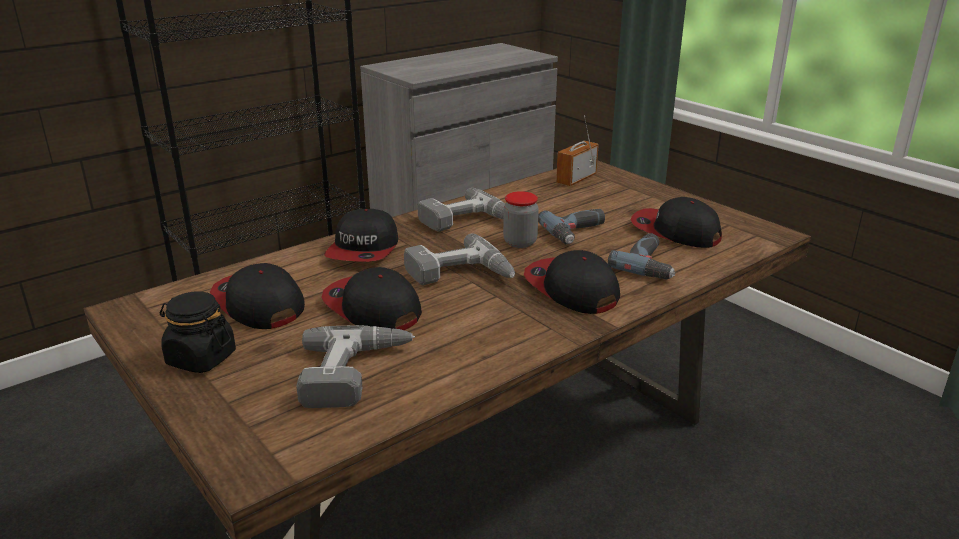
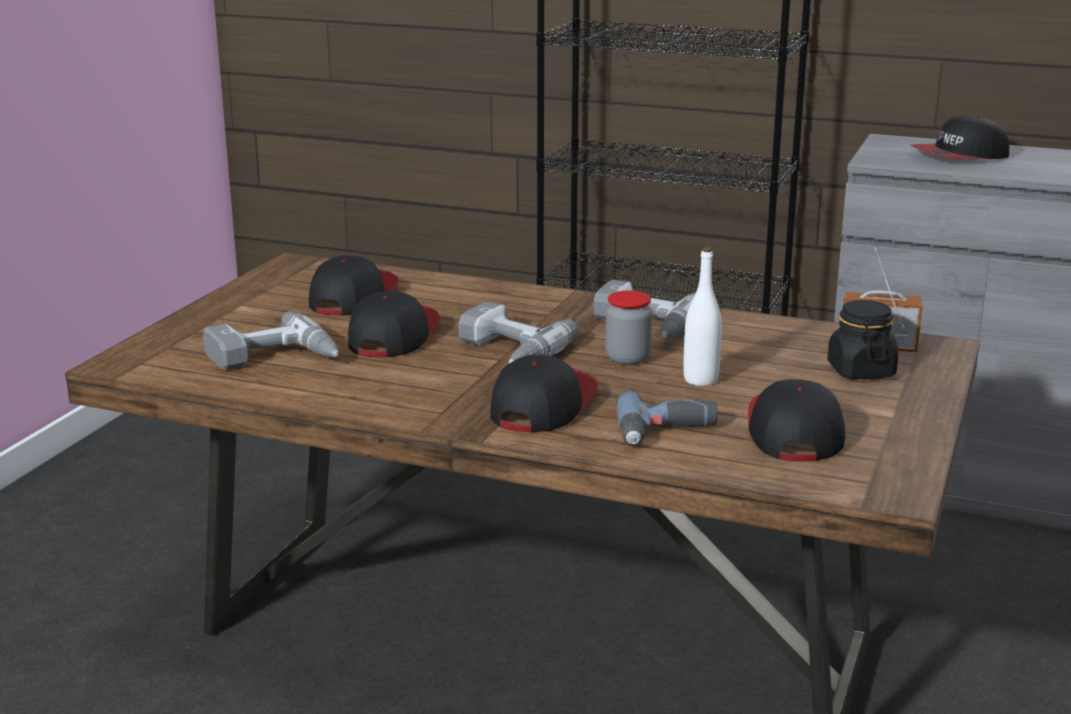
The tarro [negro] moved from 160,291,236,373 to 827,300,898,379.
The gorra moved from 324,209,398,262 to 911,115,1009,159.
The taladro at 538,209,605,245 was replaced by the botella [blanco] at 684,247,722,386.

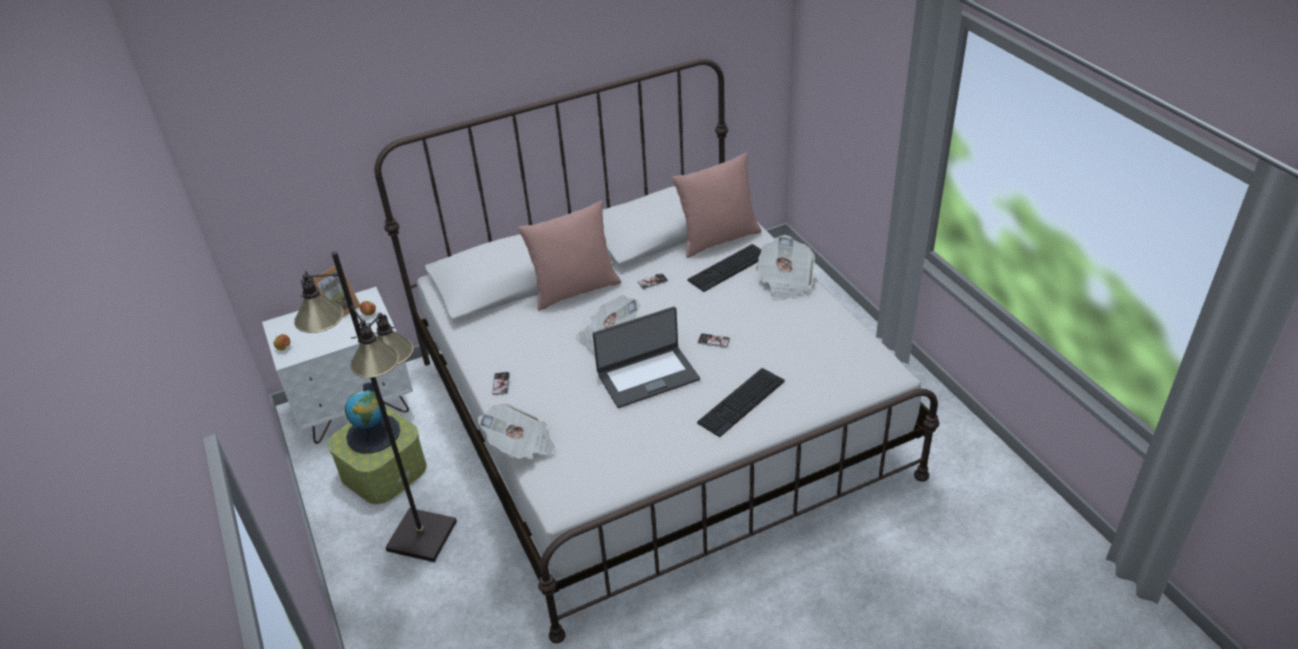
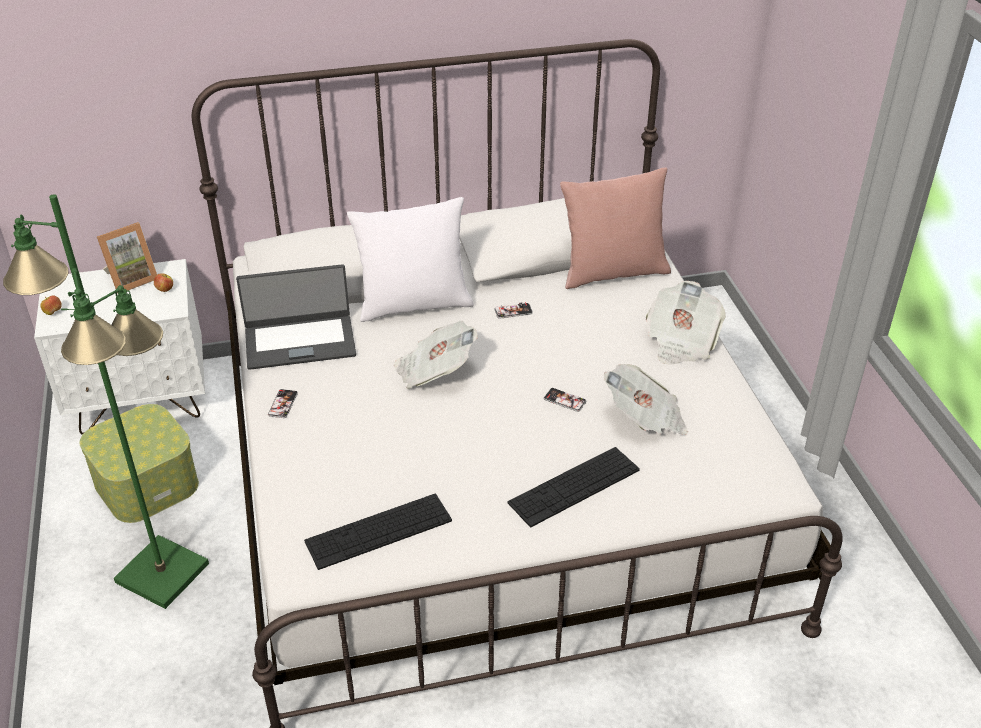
The globo terráqueo at 345,382,400,453 disappeared.
The periódico moved from 478,404,557,459 to 604,364,688,435.
The portátil moved from 593,306,700,408 to 236,264,356,370.
The teclado moved from 687,244,762,292 to 304,494,452,570.
The lámpara de pie [negro] at 294,251,457,562 became the lámpara de pie [verde] at 3,194,209,609.
The cojín [rosa] at 517,201,621,311 became the cojín [blanco] at 347,197,474,322.

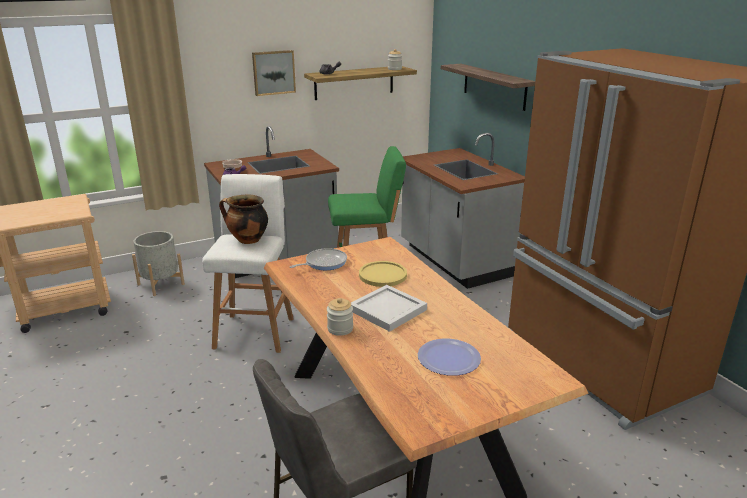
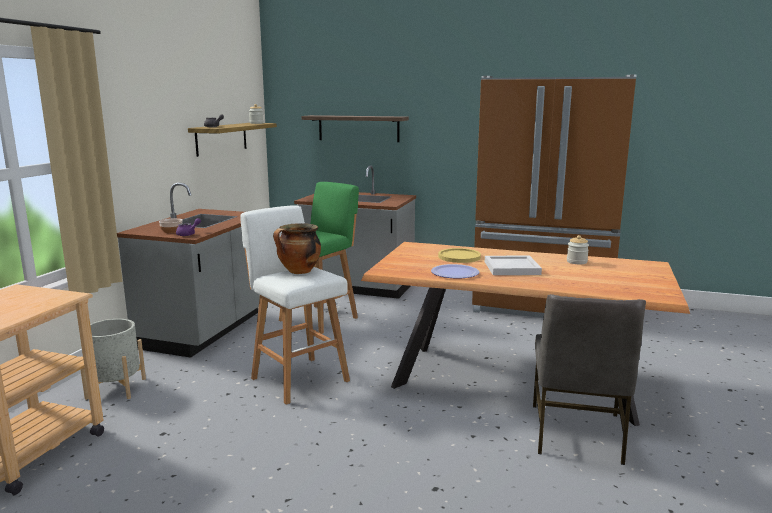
The cuadro at 252,50,296,96 disappeared.
The sartén at 290,248,347,270 disappeared.
The tarro moved from 327,298,353,336 to 567,235,589,264.
The plato moved from 418,339,481,376 to 431,264,479,278.

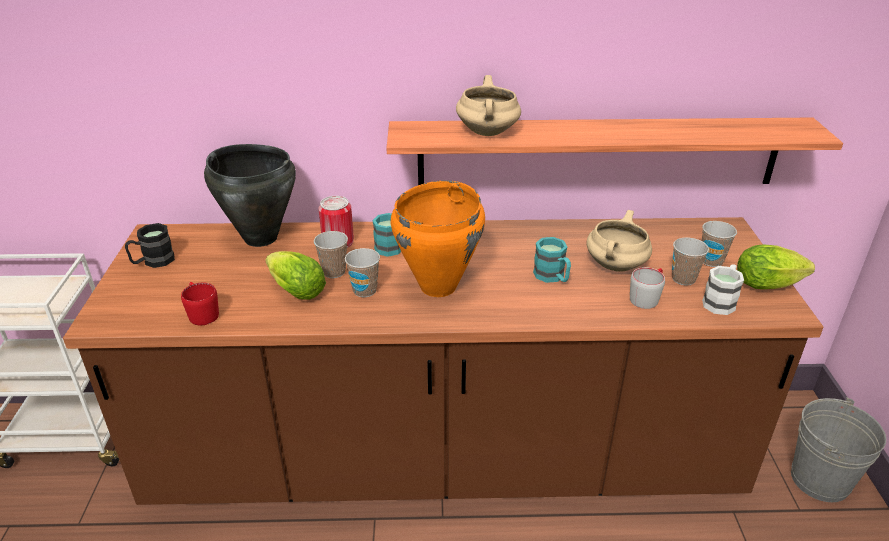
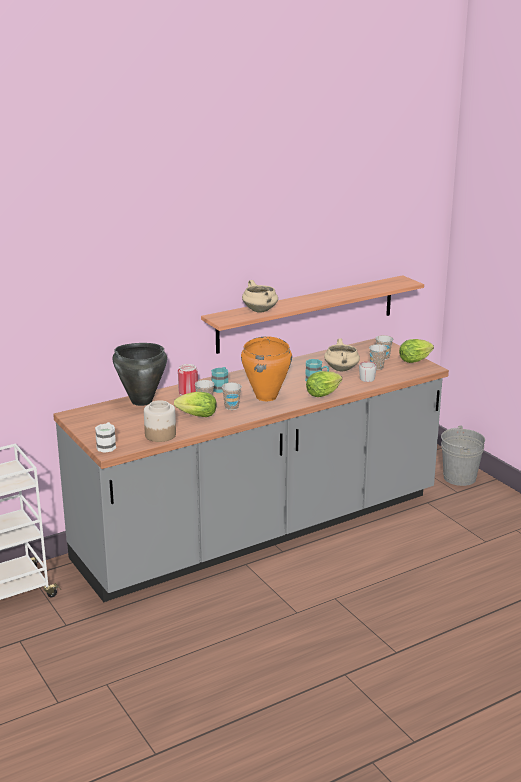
The taza grande [negro] at 125,223,175,268 disappeared.
The lechuga at 306,371,342,397 appeared.
The taza grande [blanco] moved from 702,264,744,315 to 95,422,116,453.
The taza grande [rojo] at 181,282,219,325 was replaced by the tarro at 144,400,176,442.
The mueble bajo de cocina [marrón] at 63,217,824,505 became the mueble bajo de cocina [gris] at 53,338,449,602.

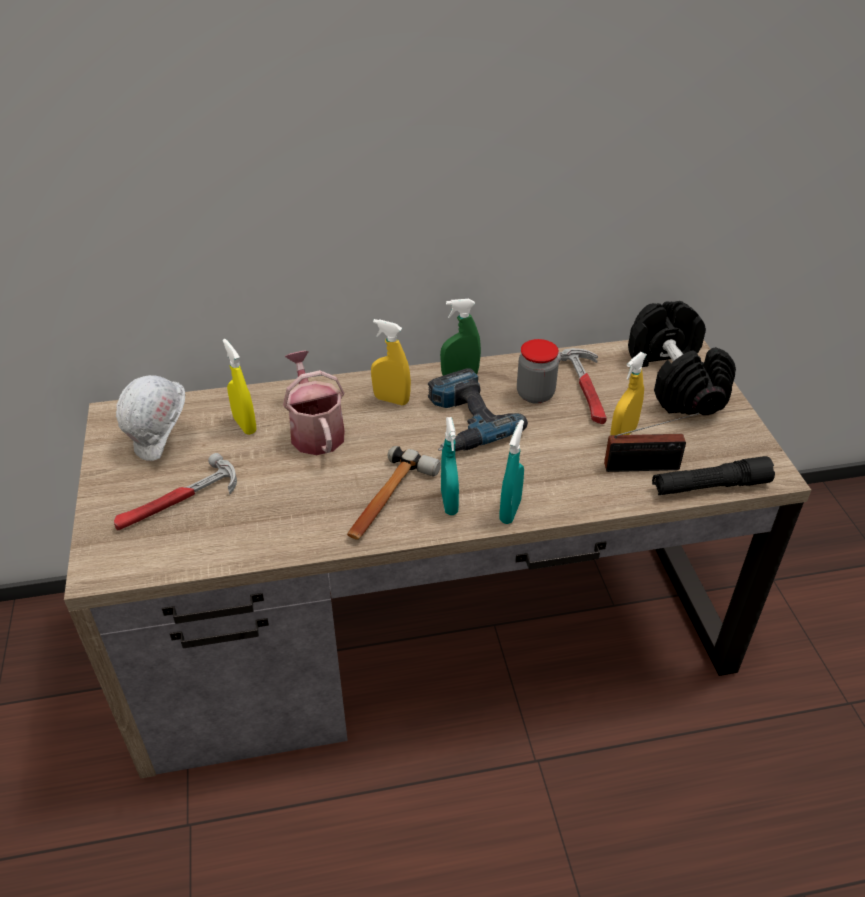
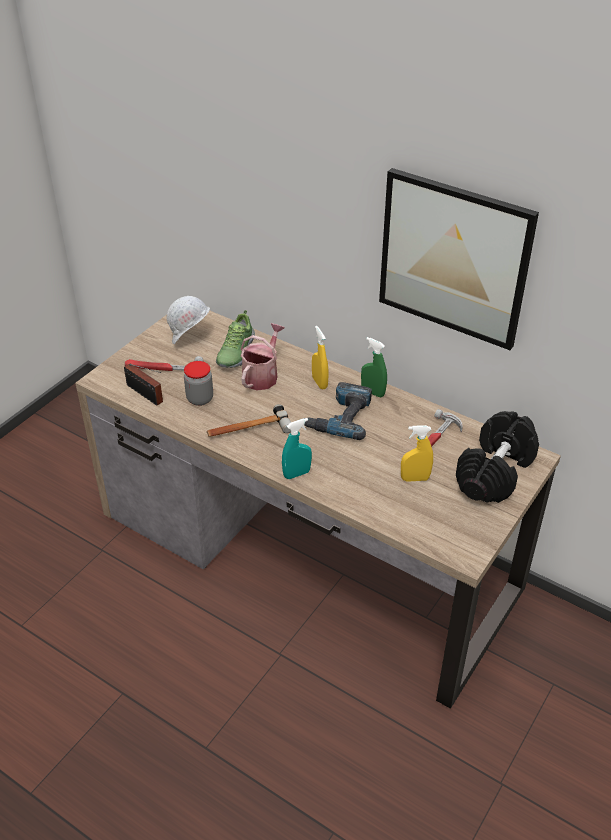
The pulverizador [turquesa] at 441,417,459,515 disappeared.
The linterna [negro] at 652,456,775,495 disappeared.
The cuadro at 379,168,539,350 appeared.
The tarro moved from 517,339,559,404 to 184,361,213,406.
The radio moved from 604,413,699,472 to 124,363,163,406.
The pulverizador [amarillo] at 222,339,256,435 was replaced by the zapato at 216,310,255,368.

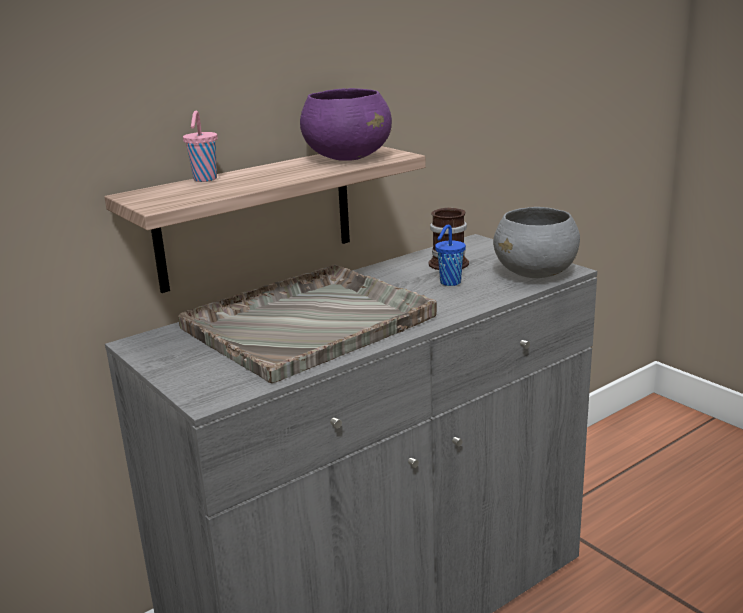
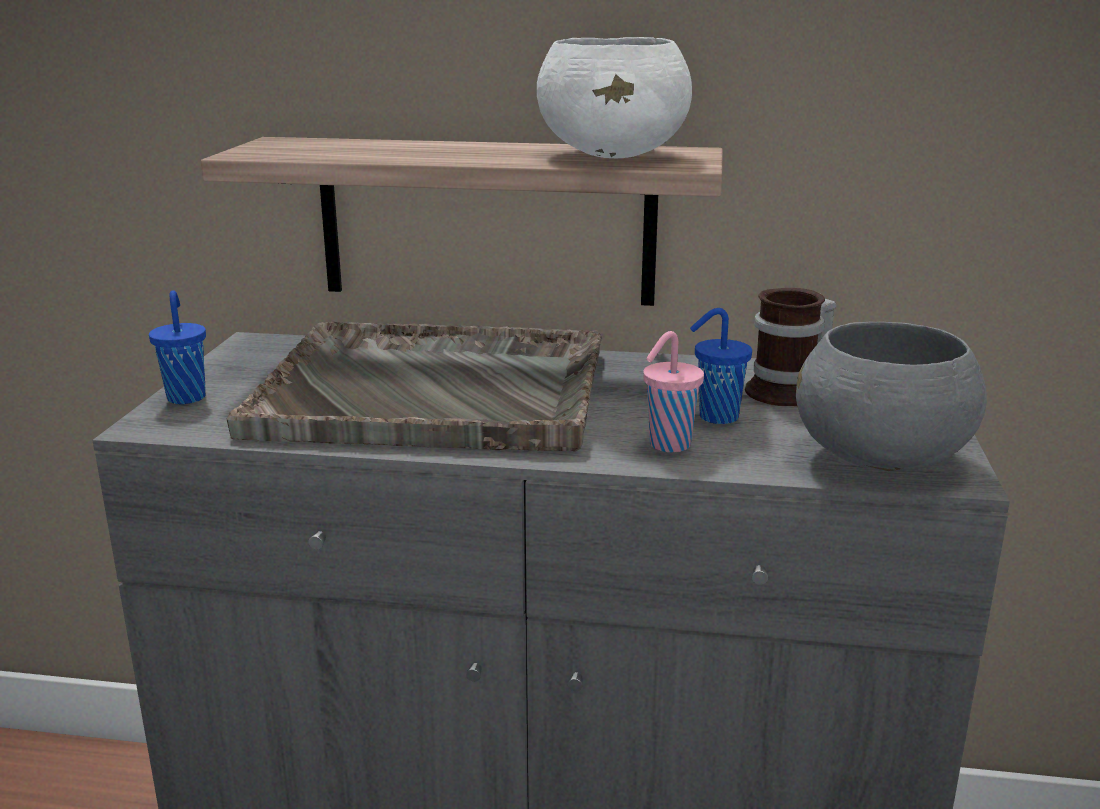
The taza [azul] at 149,290,206,404 appeared.
The taza [rosa] moved from 183,111,218,182 to 643,331,704,453.
The cuenco [morado] at 300,88,392,161 became the cuenco [blanco] at 537,37,692,158.

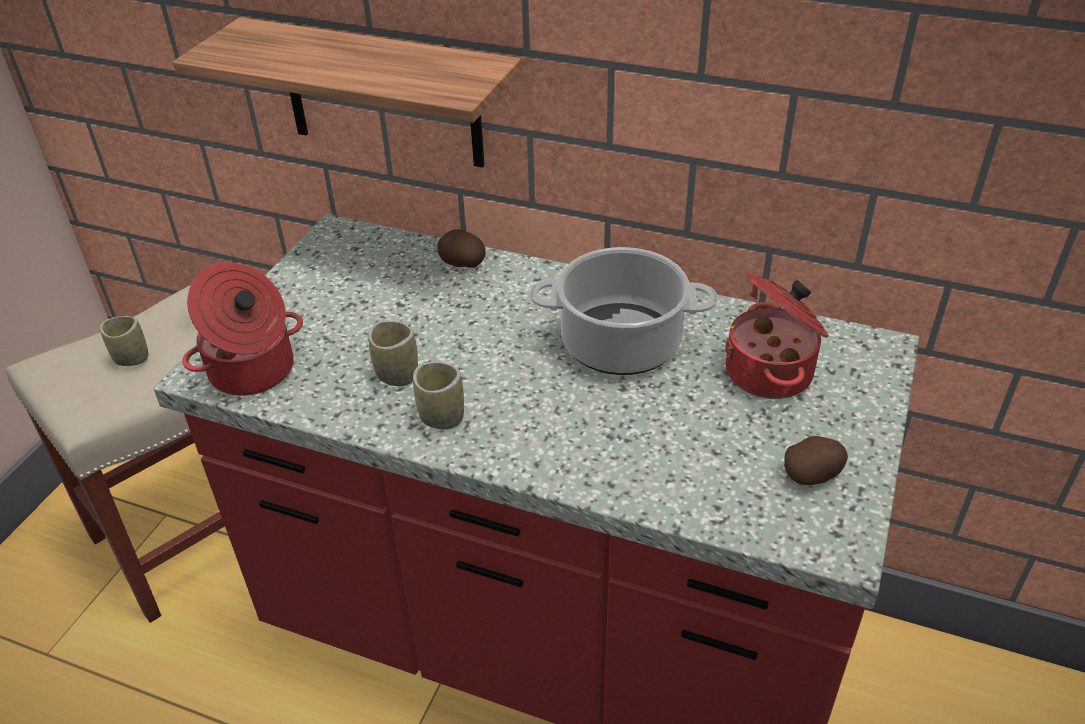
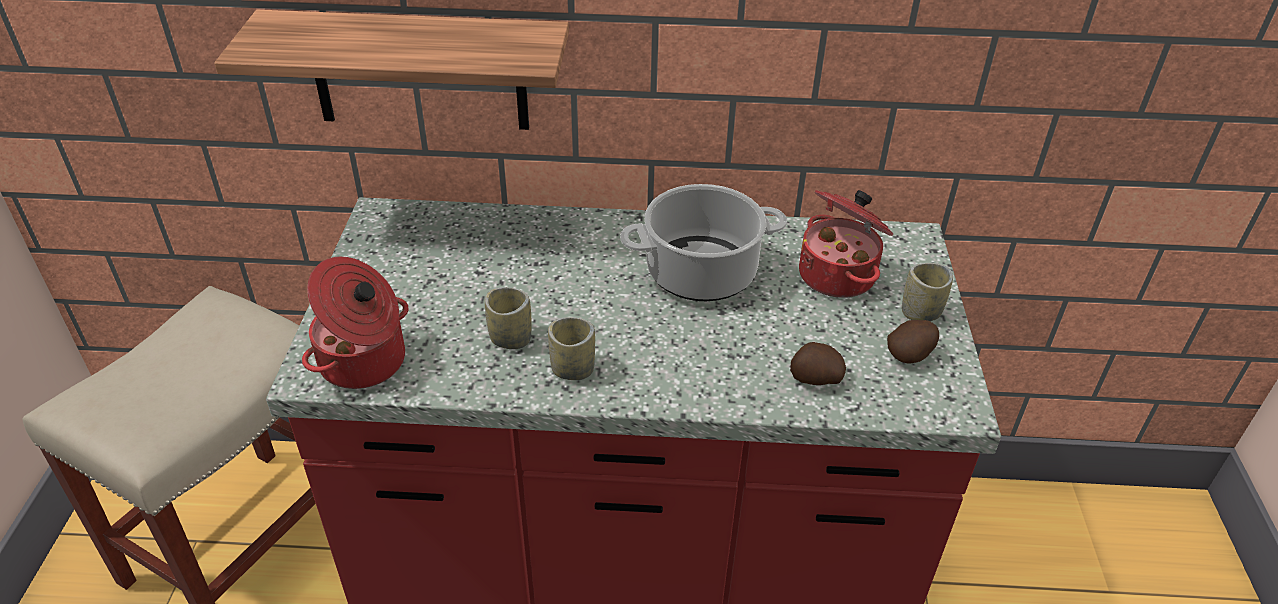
The taza moved from 100,316,148,366 to 902,263,953,321.
The patata moved from 437,229,486,268 to 790,342,846,385.

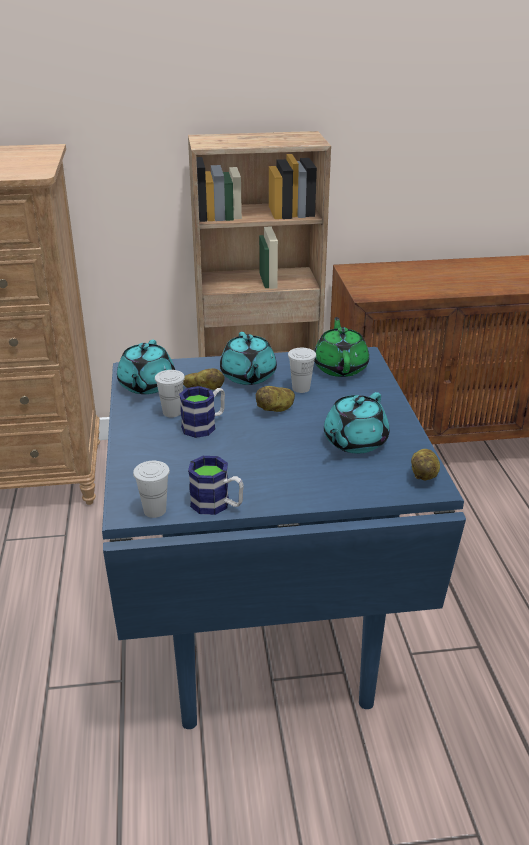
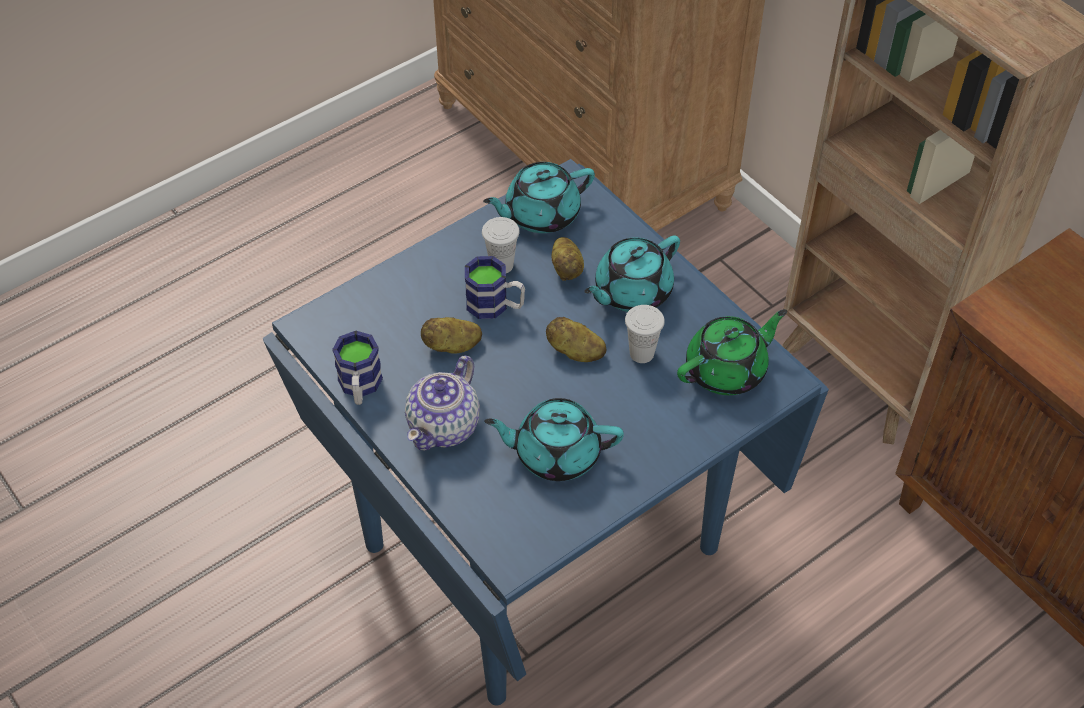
The taza [blanco] at 133,461,170,518 disappeared.
The tetera at 405,356,480,450 appeared.
The patata moved from 411,449,440,481 to 421,317,482,354.

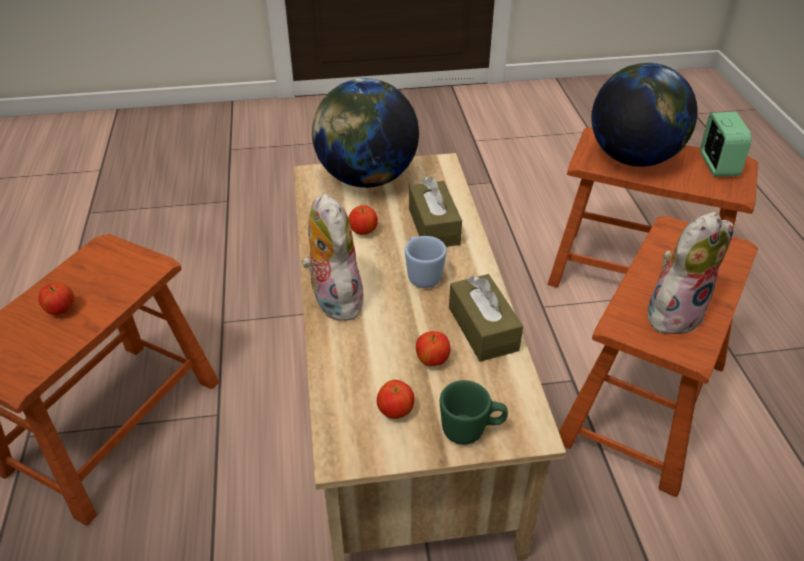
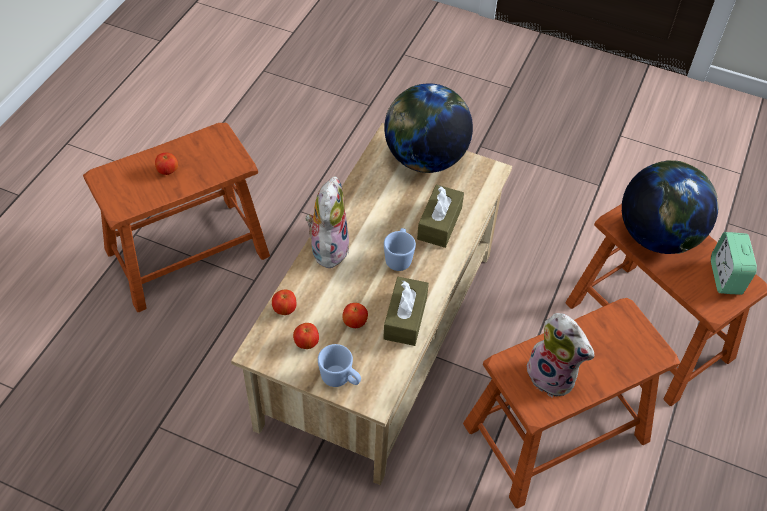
The manzana moved from 349,205,378,235 to 272,290,297,315.
The taza grande [verde] at 440,380,508,445 became the taza grande [azul] at 318,344,361,387.
The peluche at 648,212,733,334 turned 45 degrees clockwise.
The despertador at 700,112,752,177 turned 150 degrees clockwise.

